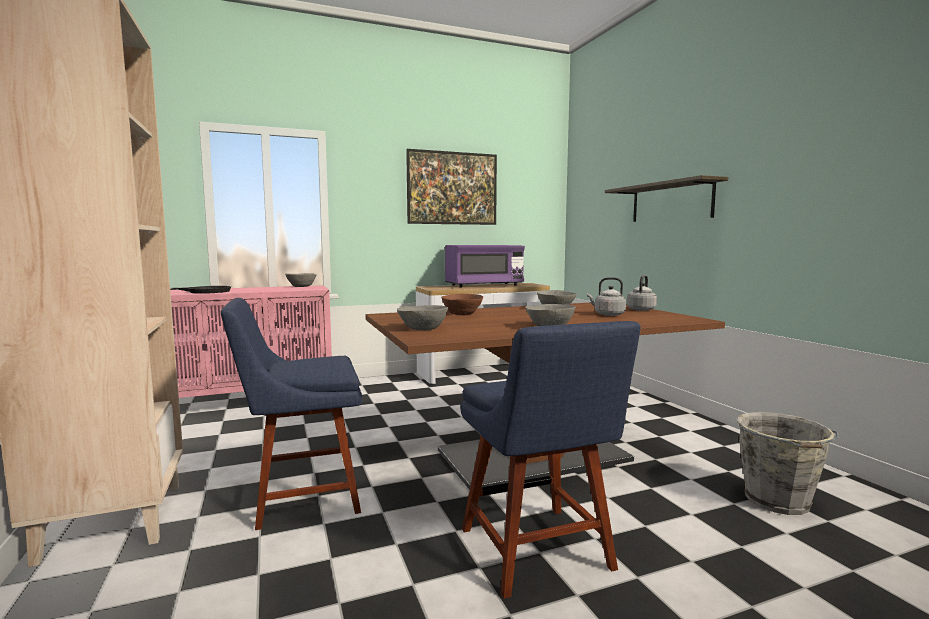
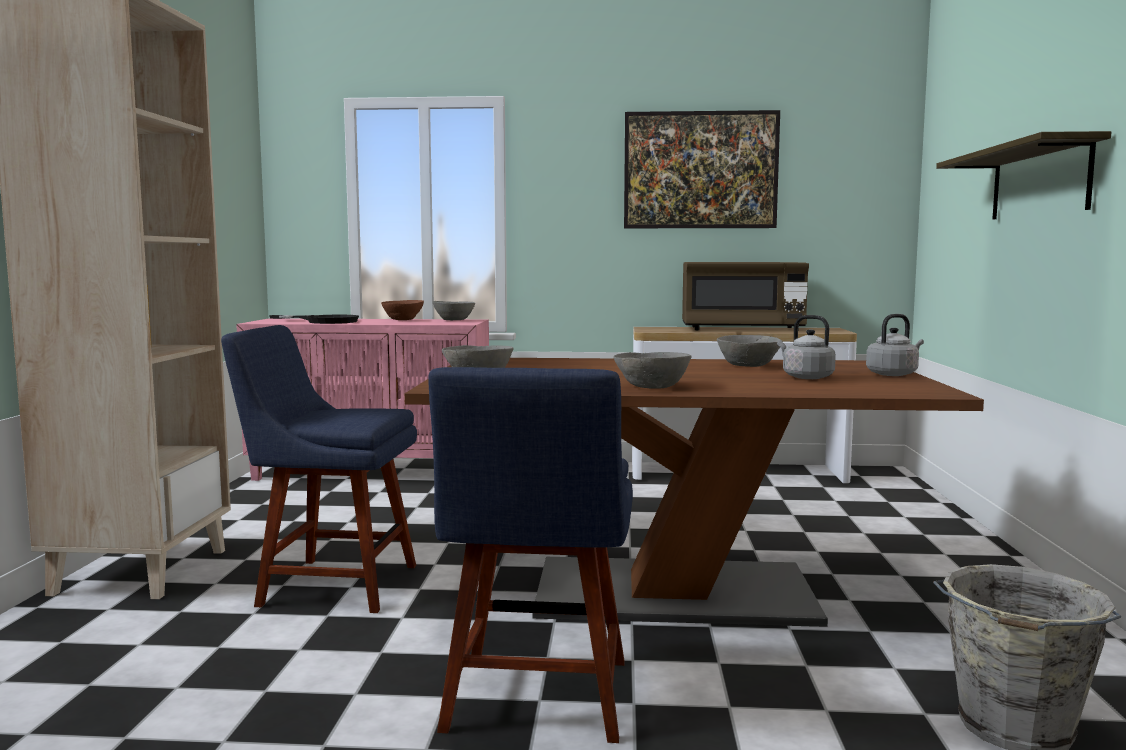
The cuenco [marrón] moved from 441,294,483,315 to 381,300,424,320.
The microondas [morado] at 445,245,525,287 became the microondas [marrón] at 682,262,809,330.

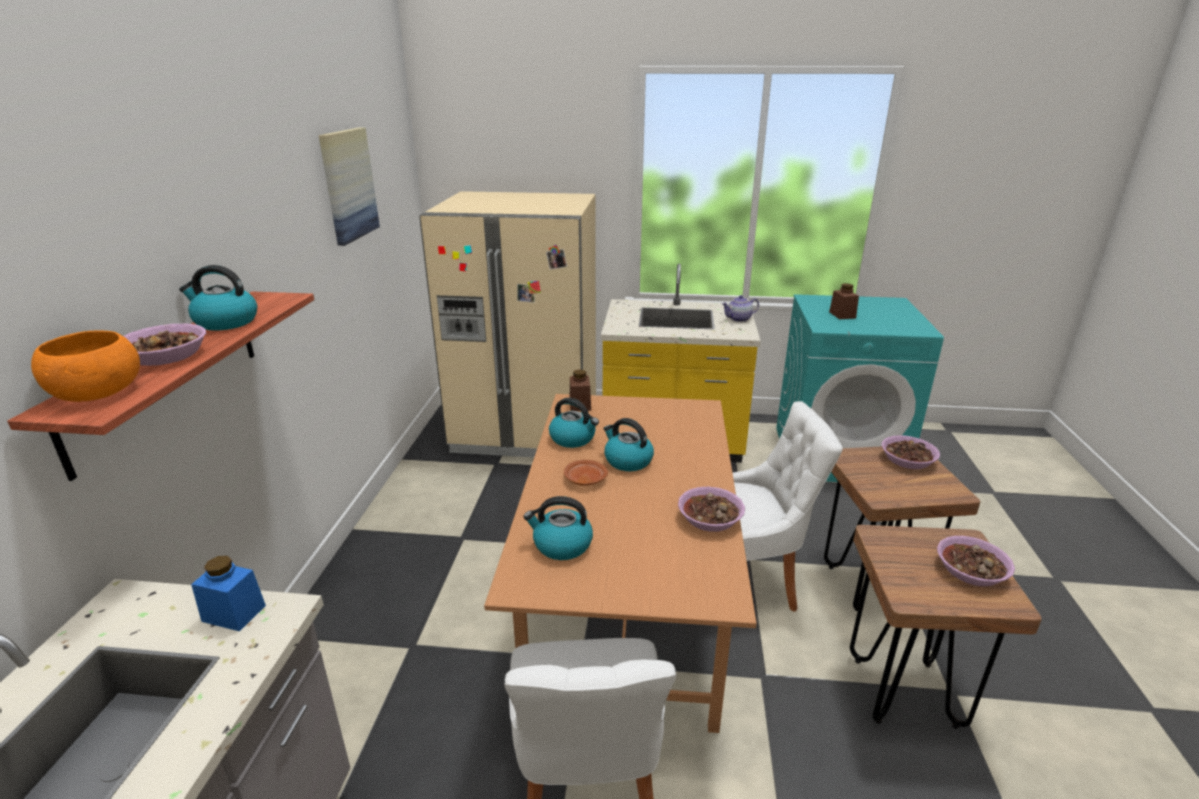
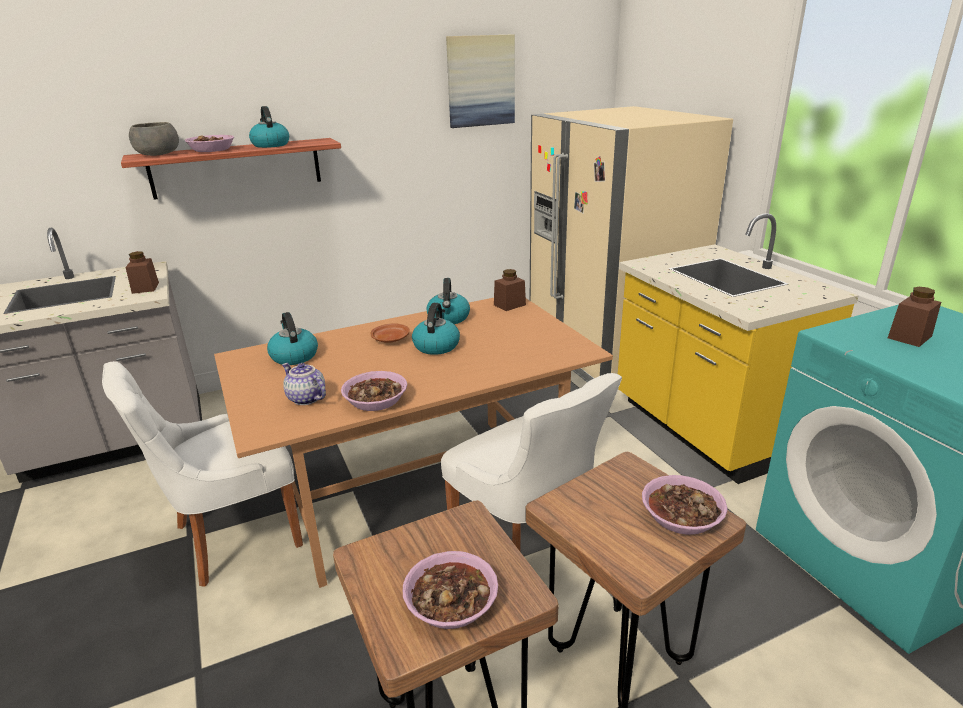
The tetera moved from 722,295,759,322 to 282,363,326,405.
The cuenco [naranja] at 31,331,140,402 became the cuenco [gris] at 129,122,179,156.
The tarro [azul] at 191,556,266,631 became the tarro [marrón] at 125,251,159,294.

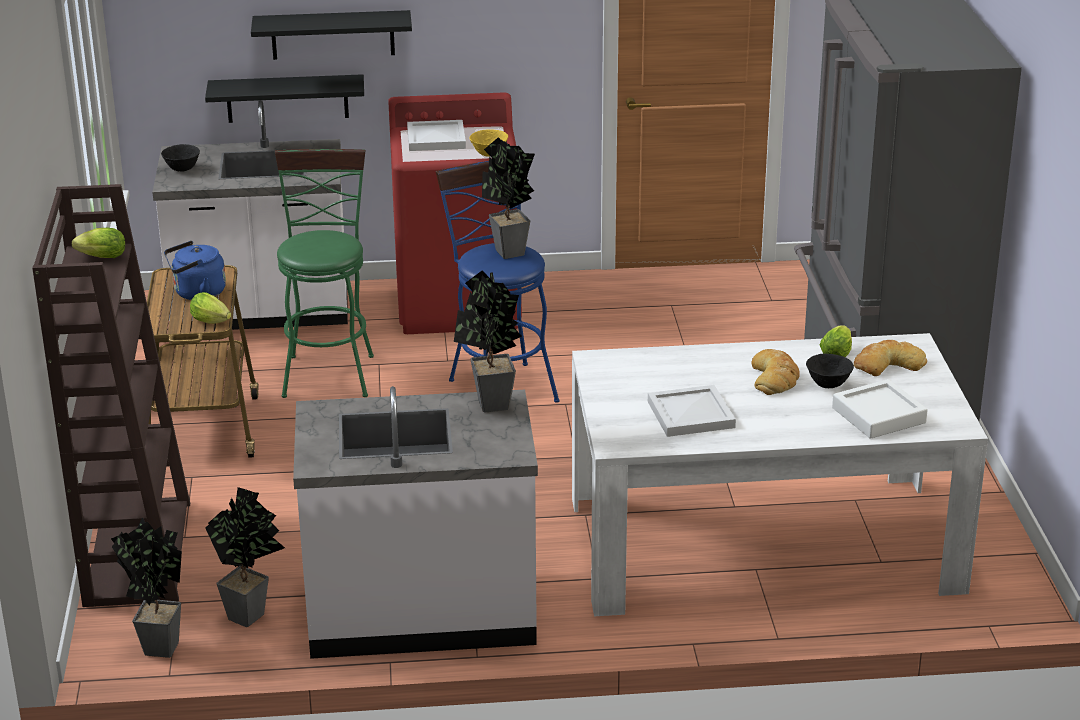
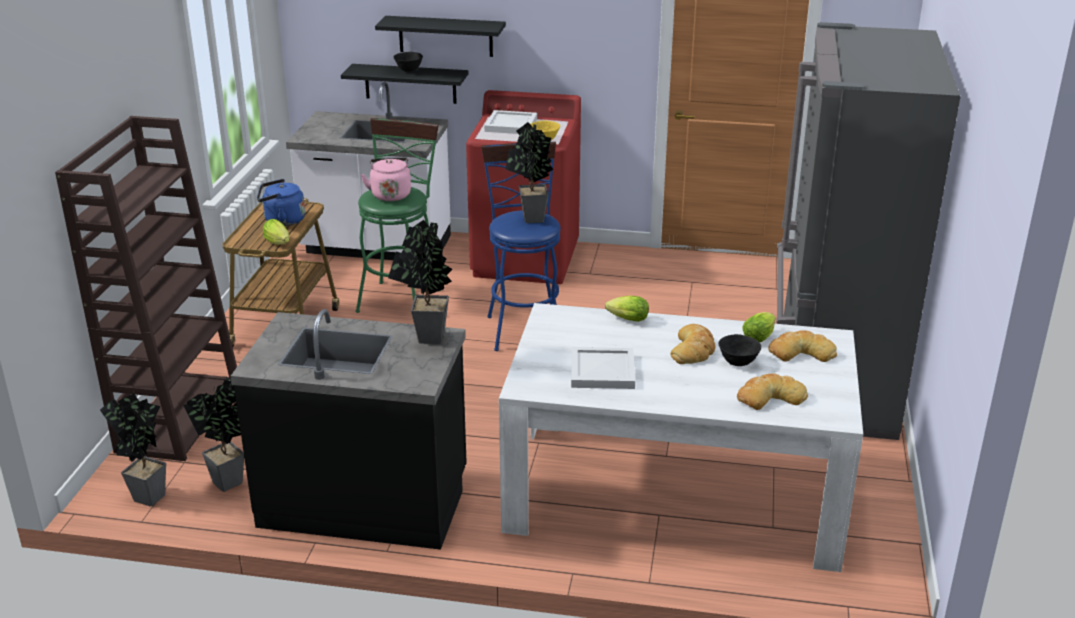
The hervidor [rosa] at 361,157,411,201 appeared.
The lechuga moved from 72,228,125,258 to 605,296,649,322.
The cuenco [negro] moved from 161,144,200,171 to 393,52,423,72.
The bandeja [blanco] at 832,379,928,439 was replaced by the pan at 737,374,808,410.
The mueble bajo de cocina [blanco] at 293,386,538,659 became the mueble bajo de cocina [negro] at 231,309,467,550.

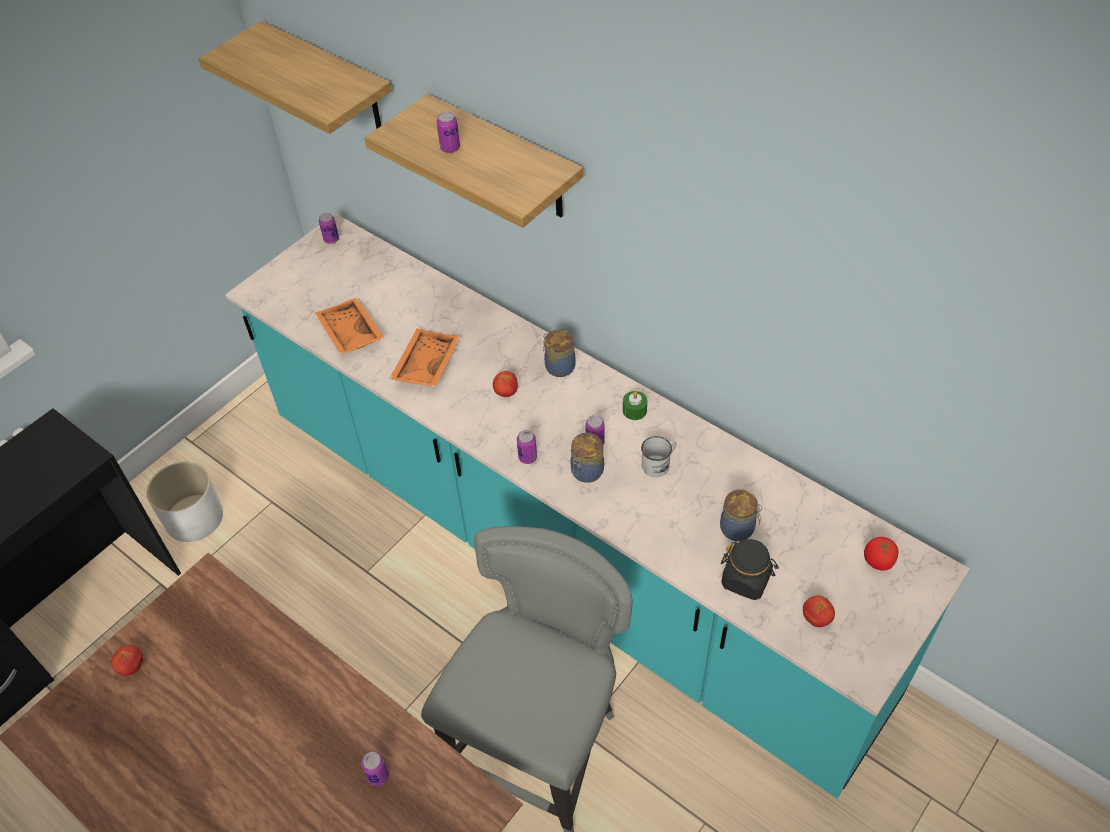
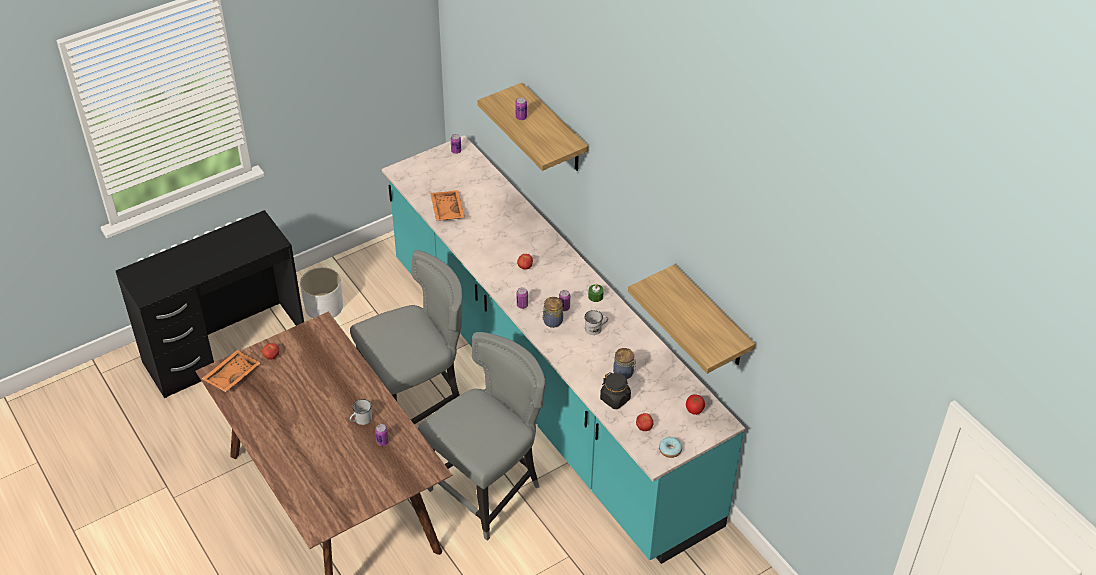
The tarro at 543,329,576,377 disappeared.
The silla [gris] at 350,250,462,424 appeared.
The taza grande [blanco] at 350,399,372,425 appeared.
The rosquilla at 659,437,682,458 appeared.
The estante moved from 198,21,392,134 to 628,264,755,374.
The bandeja [naranja] moved from 389,328,460,387 to 202,350,260,392.

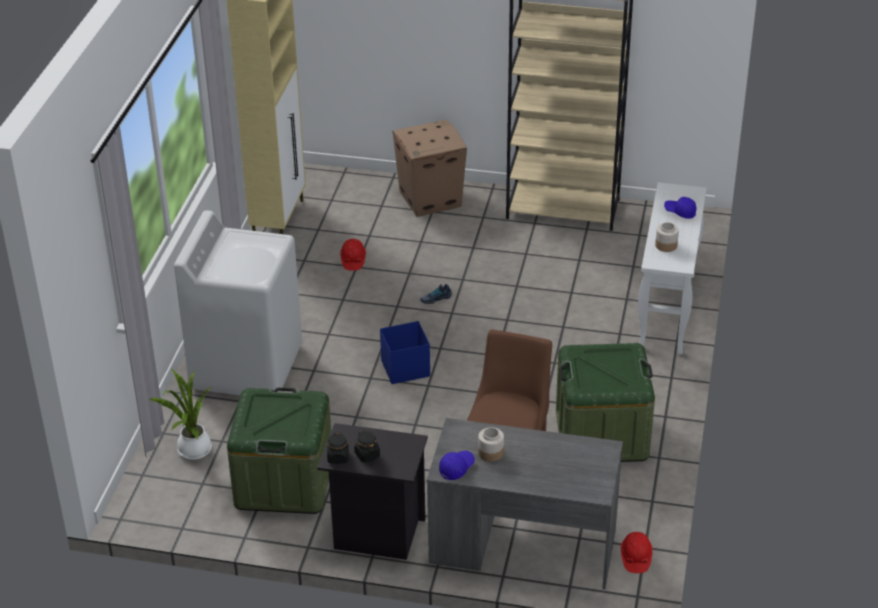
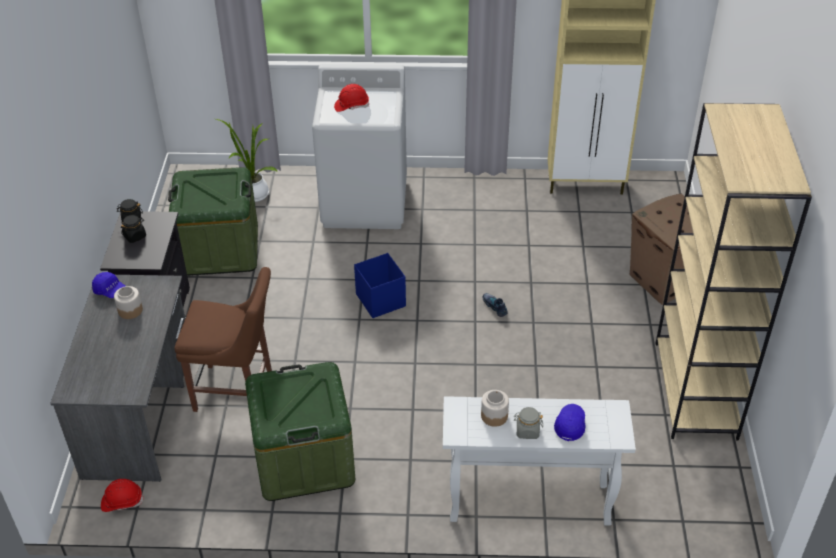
The tarro [gris] at 514,407,543,439 appeared.
The casco [rojo] moved from 340,239,366,271 to 334,84,369,112.

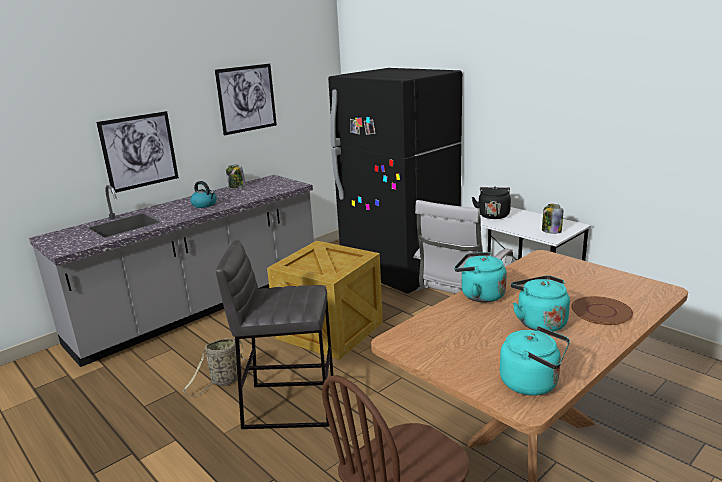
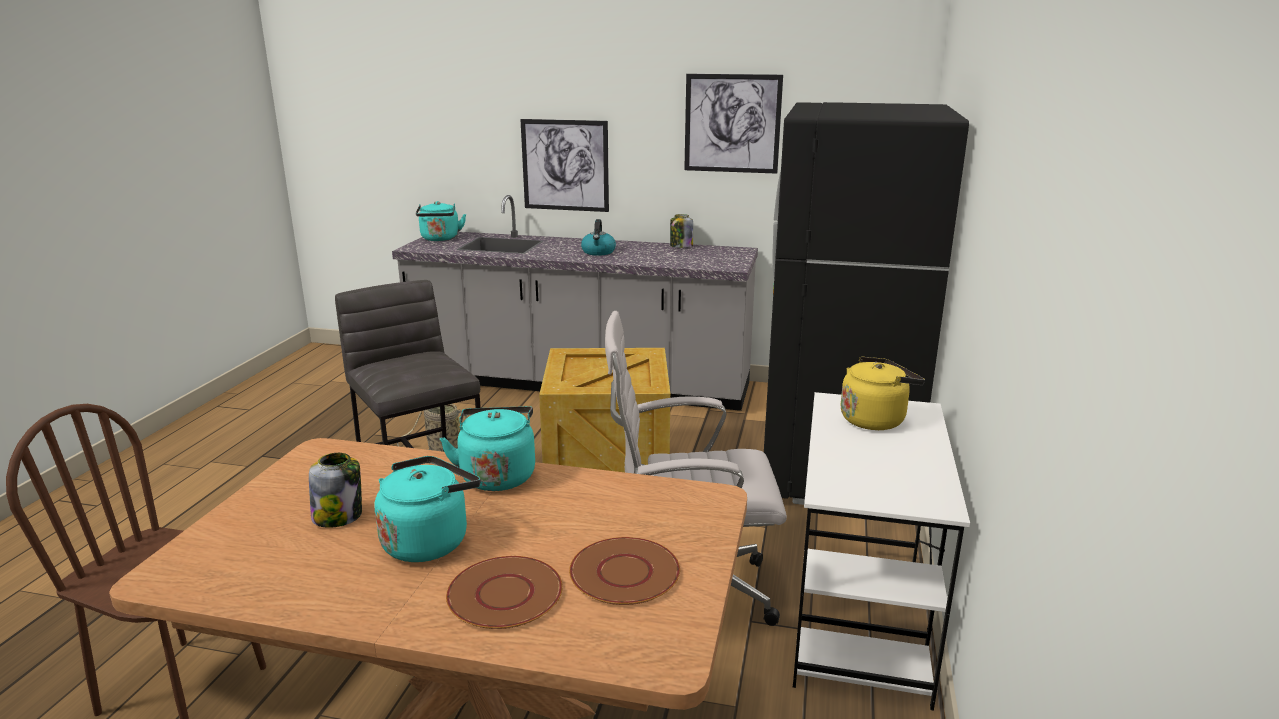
The plato [marrón] at 569,537,680,605 appeared.
The hervidor [turquesa] moved from 500,326,570,396 to 416,201,466,241.
The tarro moved from 542,204,563,234 to 309,453,362,528.
The hervidor [negro] at 472,186,511,219 became the hervidor [amarillo] at 841,357,925,430.

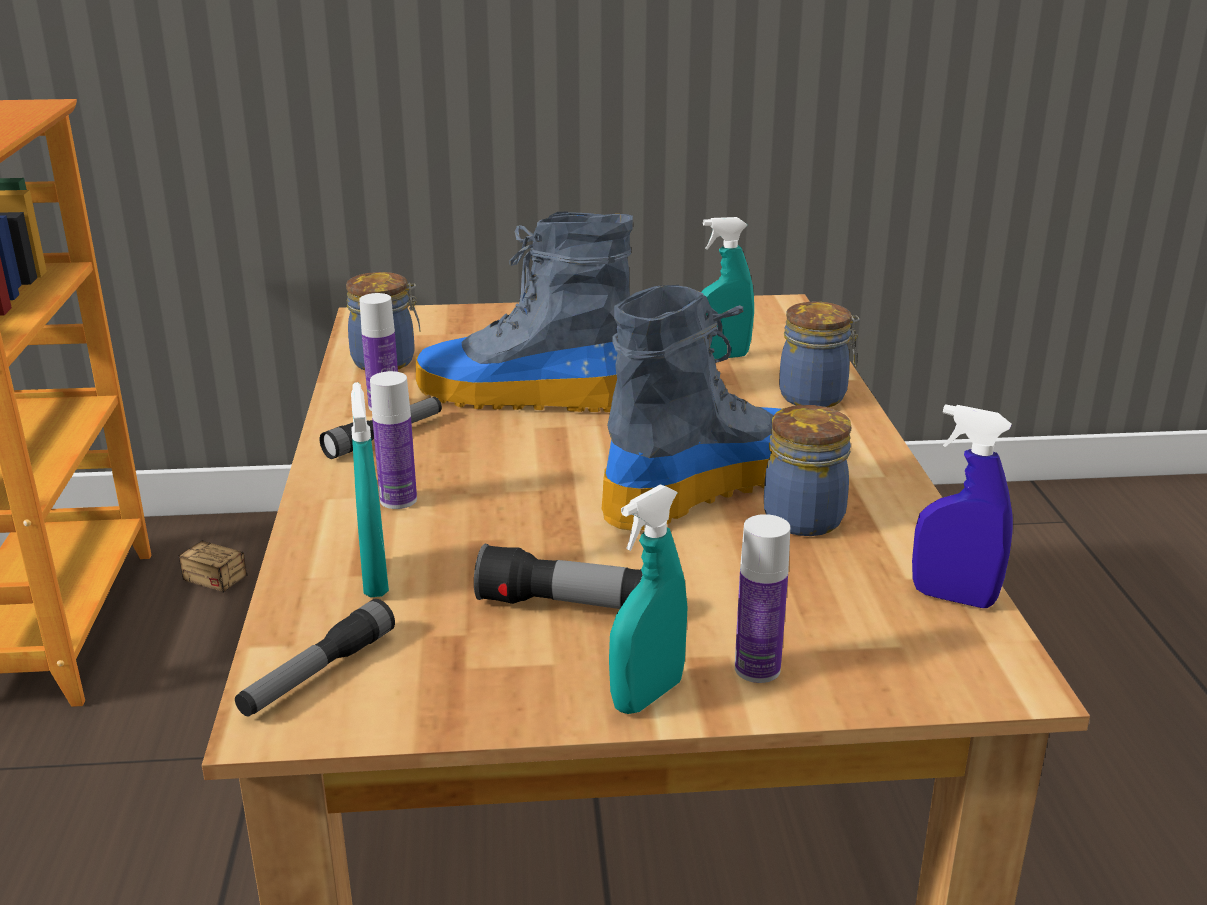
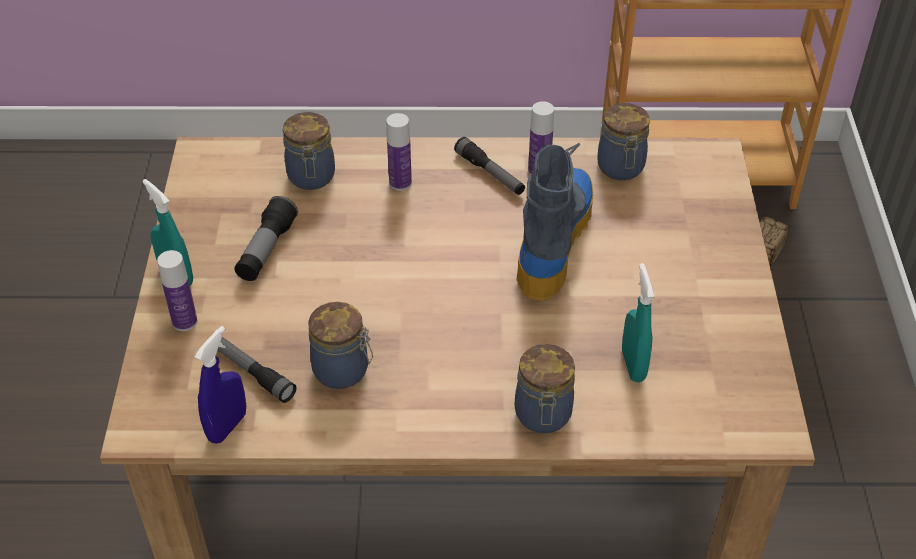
The bota at 602,285,781,531 disappeared.
The linterna moved from 235,599,395,716 to 218,337,297,403.
The pulverizador [turquesa] at 351,382,389,597 was replaced by the tarro at 283,112,335,190.

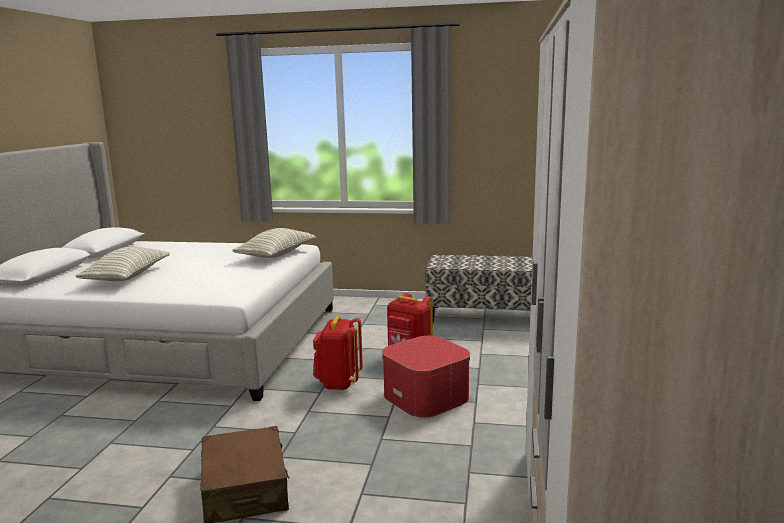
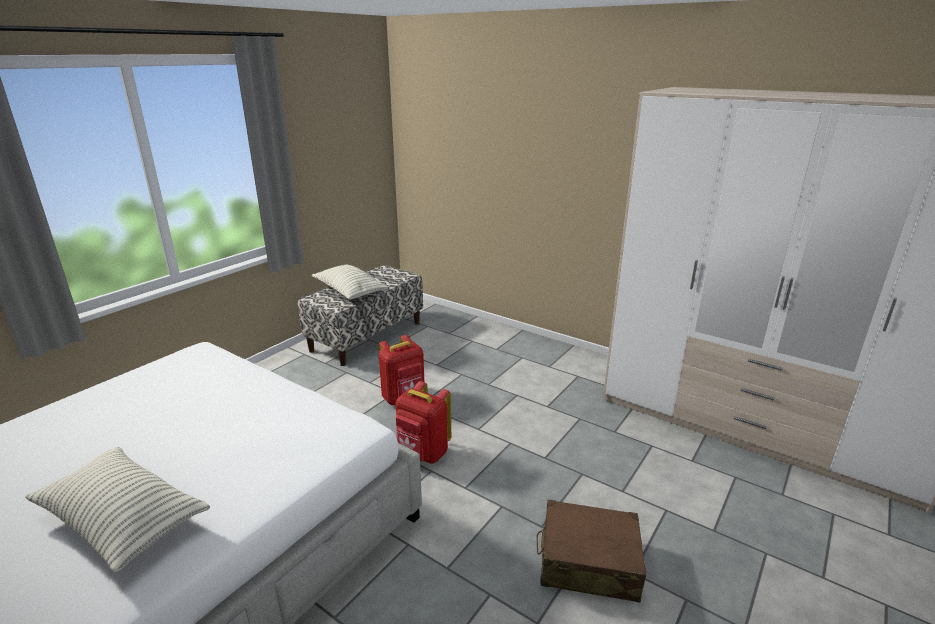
The puf at 382,336,470,418 disappeared.
The cojín moved from 232,228,316,258 to 312,264,388,300.

